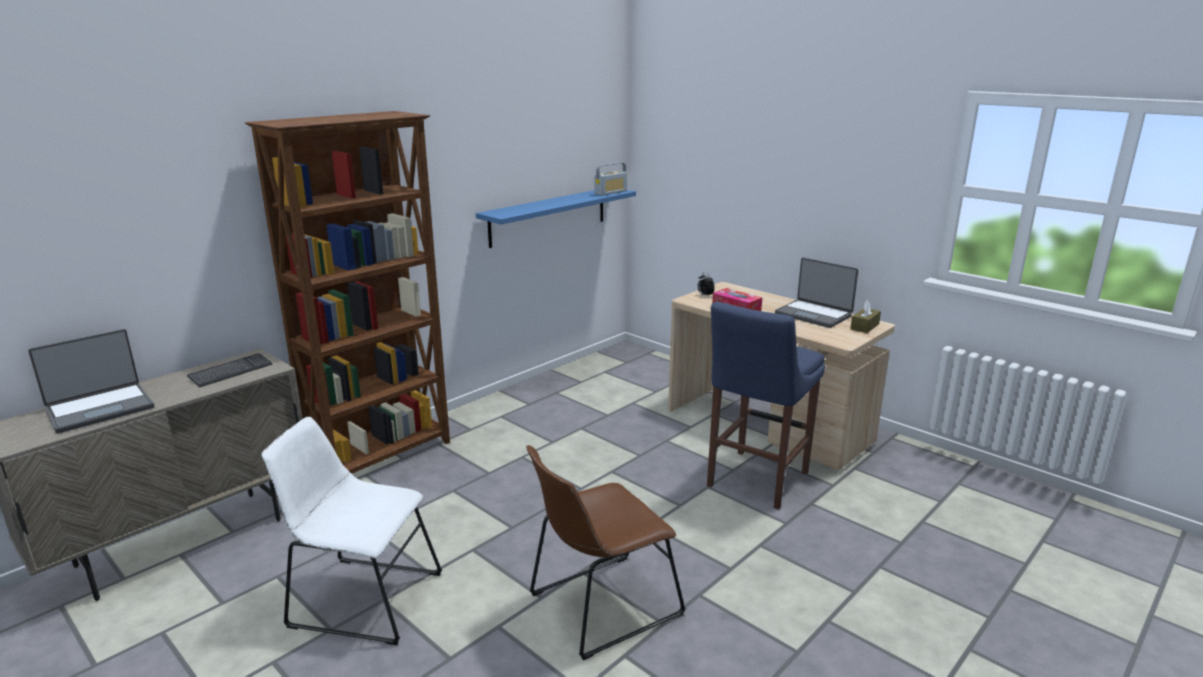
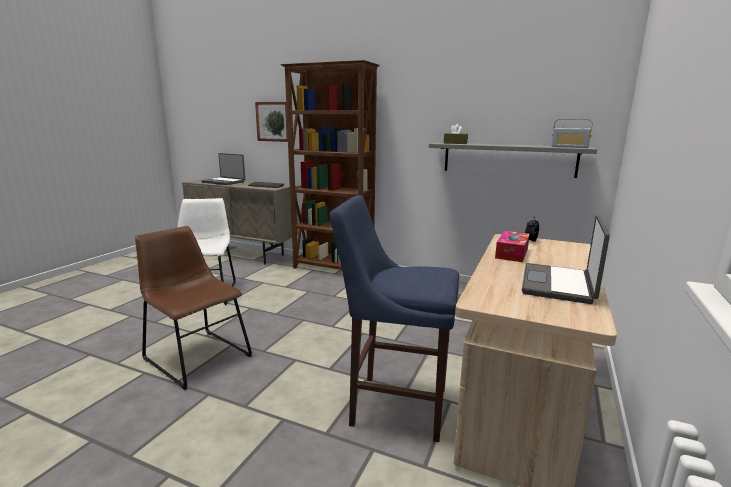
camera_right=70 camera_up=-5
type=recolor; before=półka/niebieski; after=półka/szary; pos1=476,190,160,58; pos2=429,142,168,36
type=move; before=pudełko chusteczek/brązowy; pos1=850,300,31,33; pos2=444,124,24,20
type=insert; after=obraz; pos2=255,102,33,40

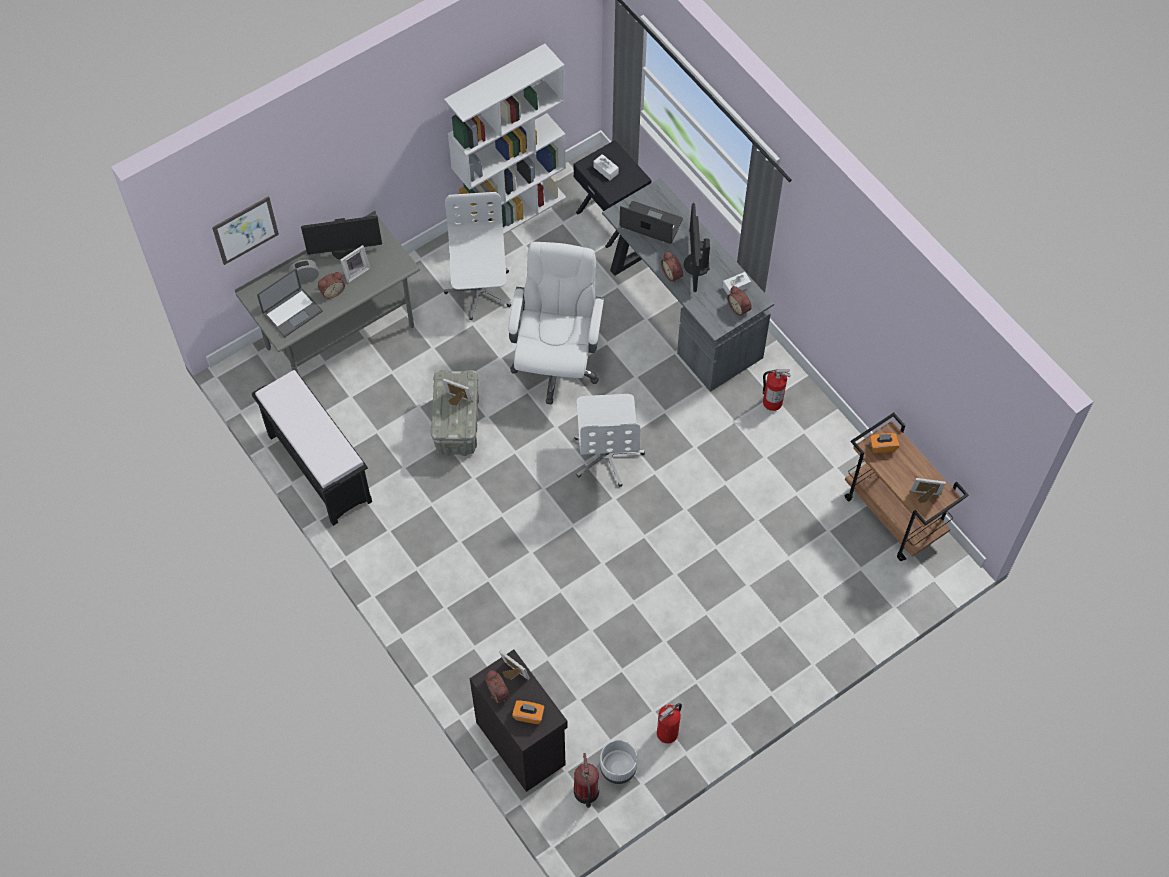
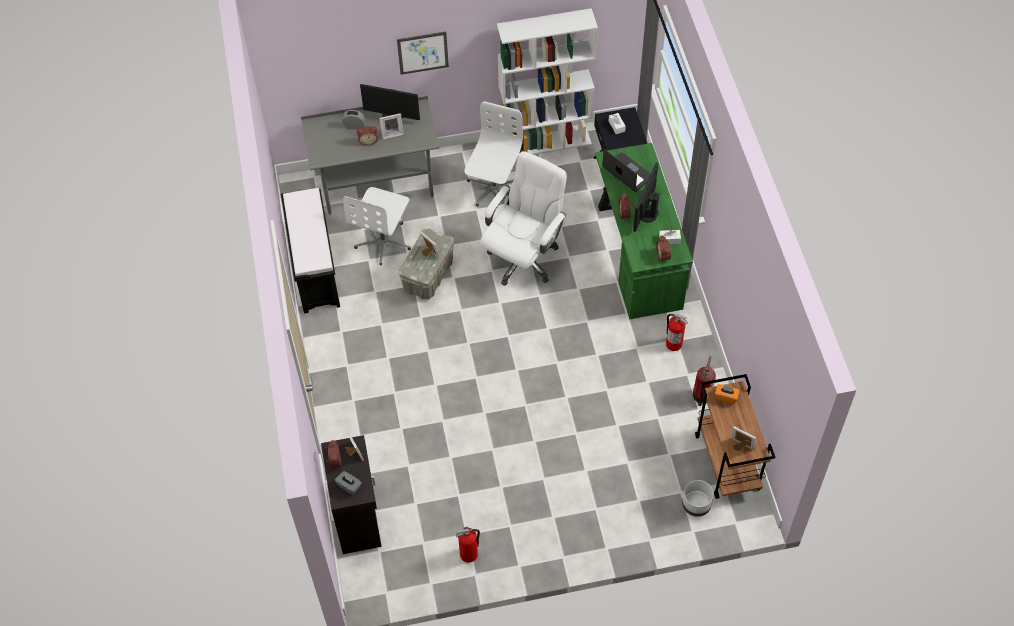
camera_right=25 camera_up=-5
type=recolor; before=biurko/szary; after=biurko/zielony; pos1=602,178,172,214; pos2=595,143,98,176
type=move; before=obraz; pos1=212,196,67,69; pos2=397,31,52,44
type=delete; before=laptop; pos1=257,268,66,70
type=move; before=krzesło biurowe/biały; pos1=574,394,71,93; pos2=343,187,68,78
type=recolor; before=pudełko chusteczek/pomarańczowy; after=pudełko chusteczek/szary; pos1=512,701,32,23; pos2=334,471,28,24
type=move; before=donica/biały; pos1=600,740,37,44; pos2=682,480,32,37
type=move; before=gaśnica; pos1=574,753,25,55; pos2=693,356,23,50

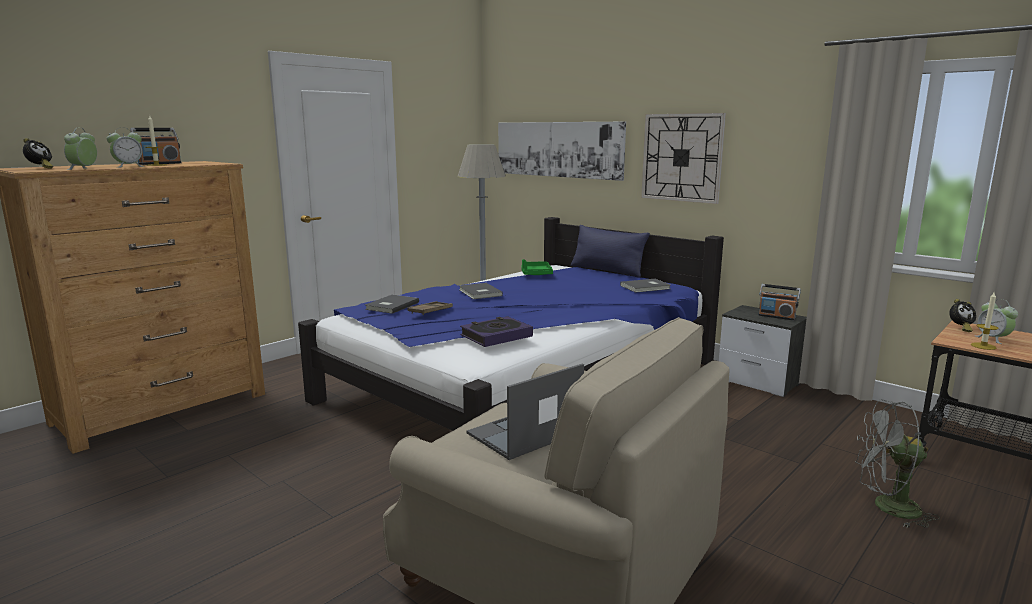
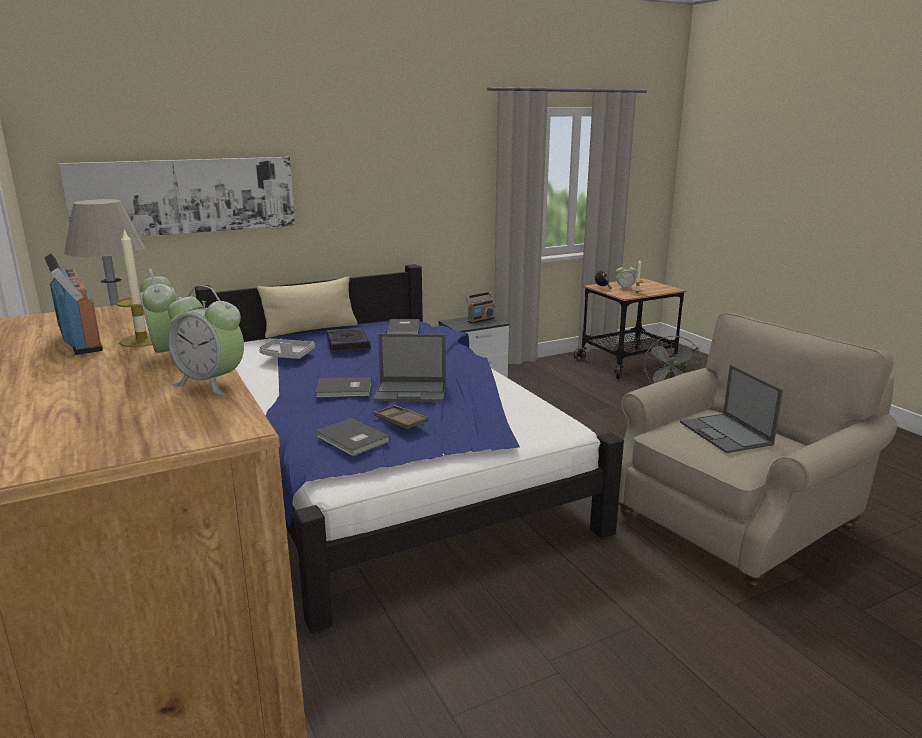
camera_right=-70 camera_up=5
type=delete; before=zegar ścienny; pos1=641,113,85,91
type=delete; before=budzik; pos1=23,138,30,31
type=recolor; before=poduszka/niebieski; after=poduszka/beżowy; pos1=571,225,79,53; pos2=257,276,101,62
type=recolor; before=taca/zielony; after=taca/szary; pos1=521,259,32,16; pos2=259,339,56,20
type=move; before=książka; pos1=460,316,73,31; pos2=327,327,44,26
type=insert; after=laptop; pos2=373,334,73,68

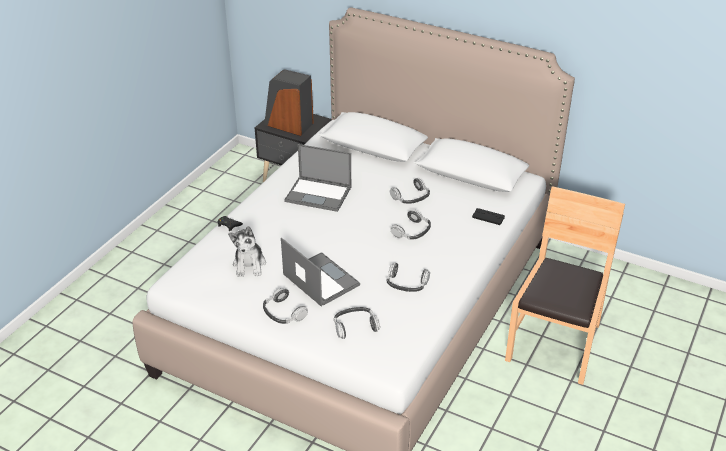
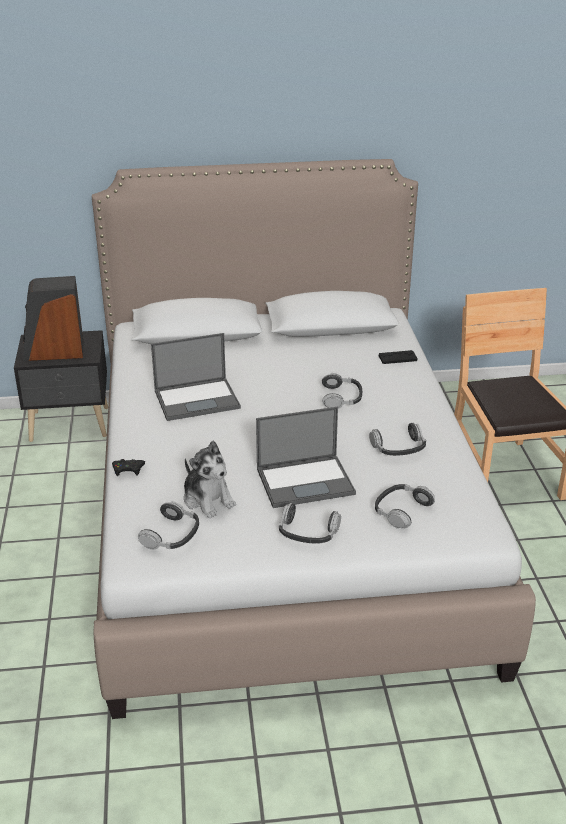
camera_right=-35 camera_up=-5
type=move; before=słuchawki; pos1=390,178,40,26; pos2=138,501,61,49
type=rotate; before=laptop; pos1=281,238,79,69; pos2=256,407,100,101; turn=150

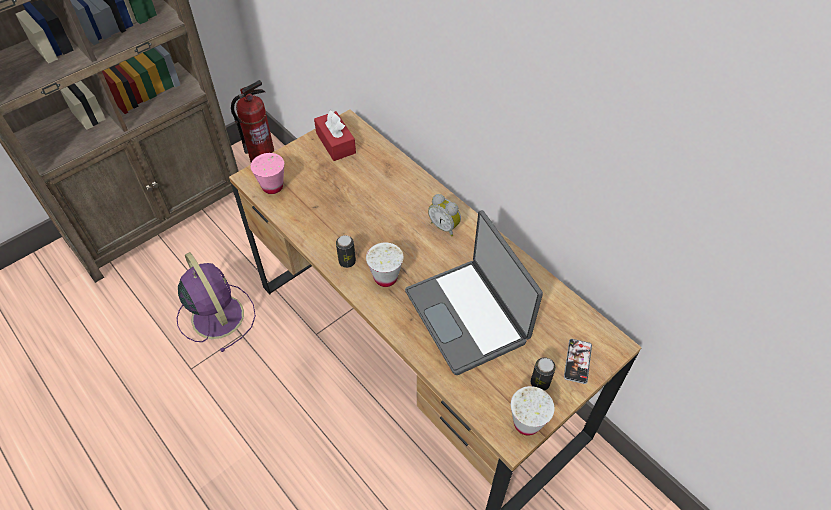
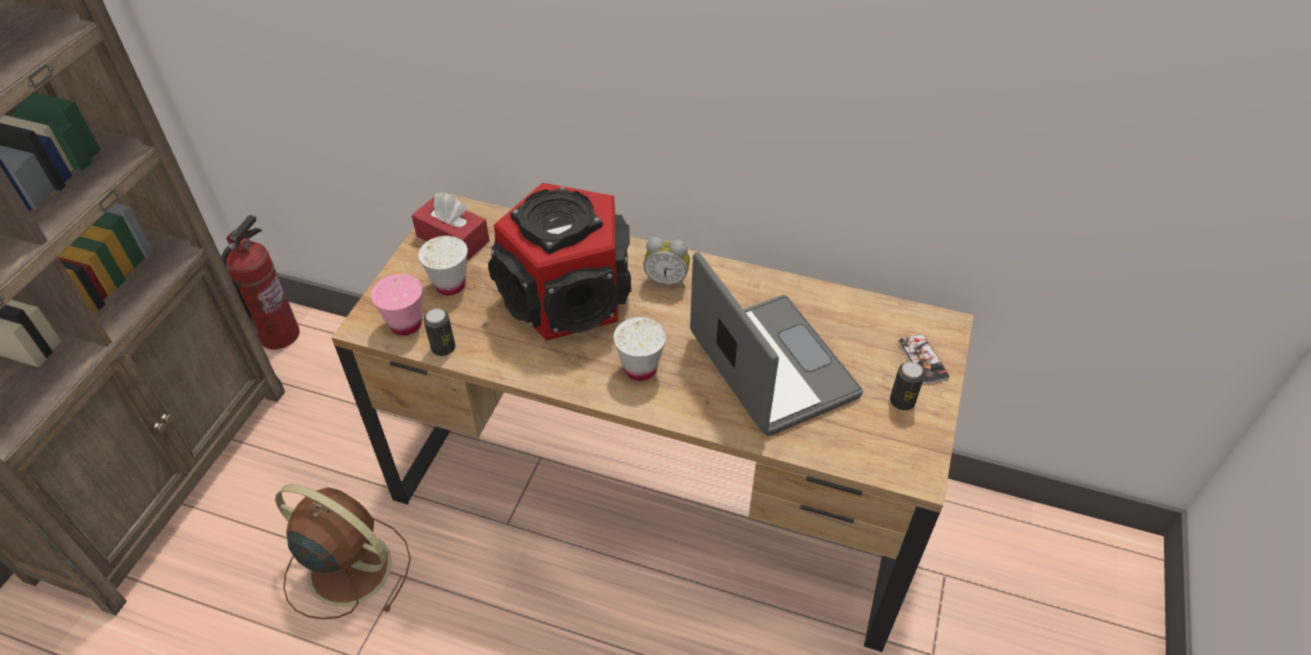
camera_right=-30 camera_up=-5
type=rotate; before=laptop; pos1=405,210,138,165; pos2=690,252,173,184; turn=-150
type=move; before=puszka; pos1=336,235,20,33; pos2=424,308,32,48
type=recolor; before=wentylator/fioletowy; after=wentylator/brązowy; pos1=177,252,79,100; pos2=275,484,136,135
type=move; before=filiżanka/biały; pos1=511,386,43,50; pos2=418,236,50,59
type=insert; after=głośnik; pos2=488,183,143,158

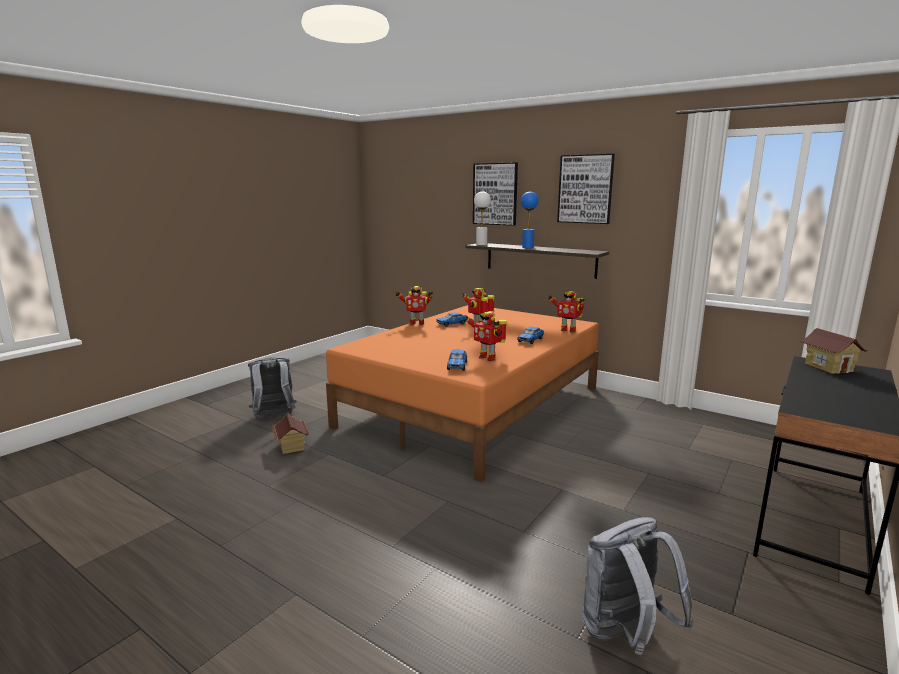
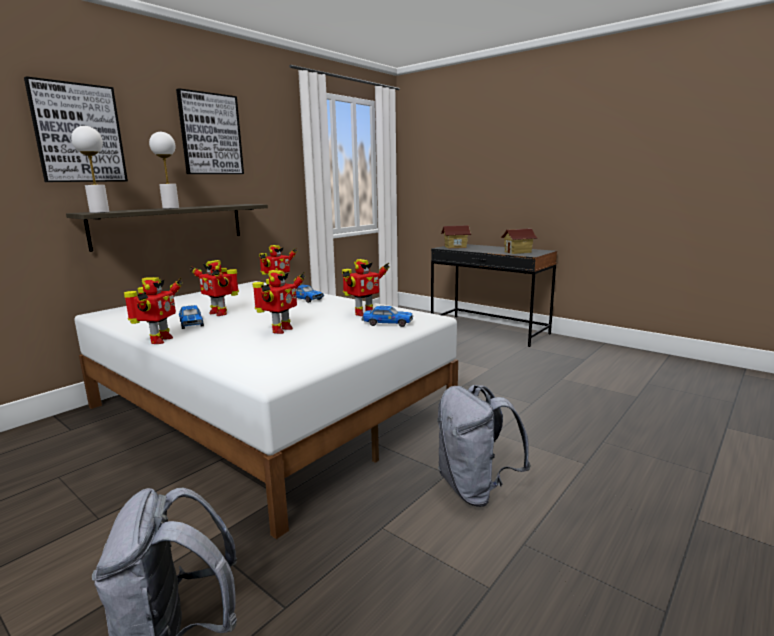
camera_right=-85 camera_up=0
type=recolor; before=lampa stołowa/niebieski; after=lampa stołowa/biały; pos1=521,192,18,56; pos2=149,132,30,77
type=recolor; before=łóżko/pomarańczowy; after=łóżko/biały; pos1=326,305,273,177; pos2=74,281,384,258
type=move; before=domek; pos1=272,414,37,40; pos2=500,228,38,26
type=move; before=plecak/szary; pos1=582,517,112,138; pos2=437,385,94,122
type=insert; after=robot zabawkowy; pos2=253,270,53,64

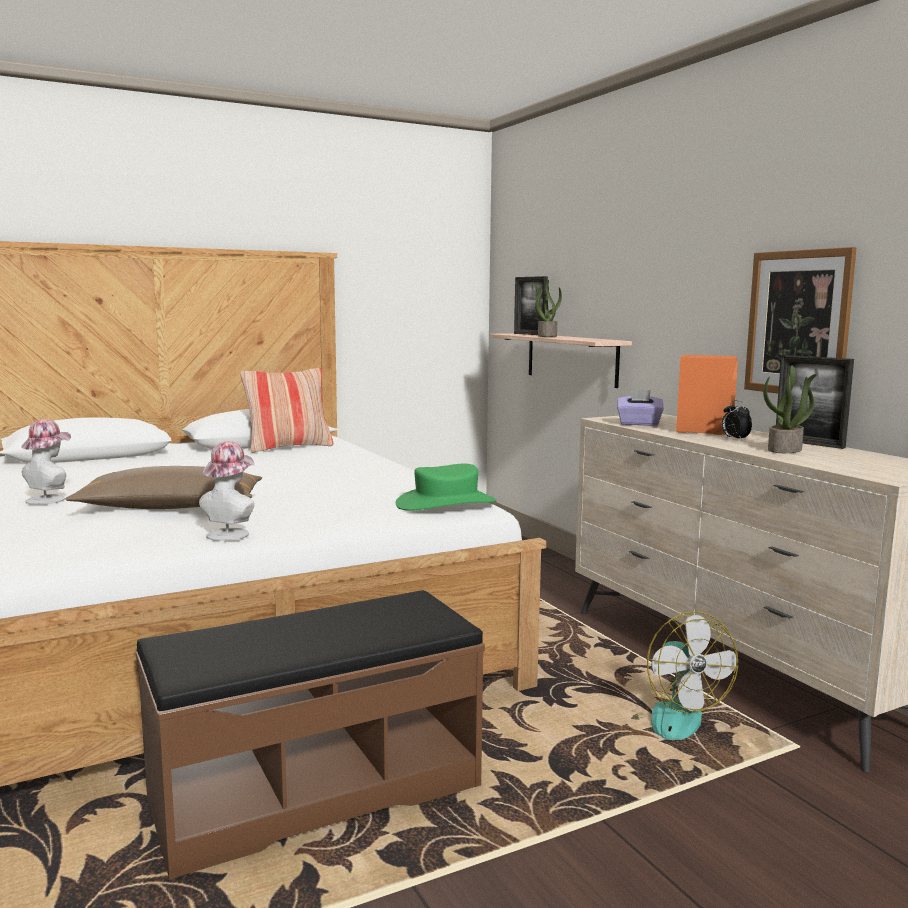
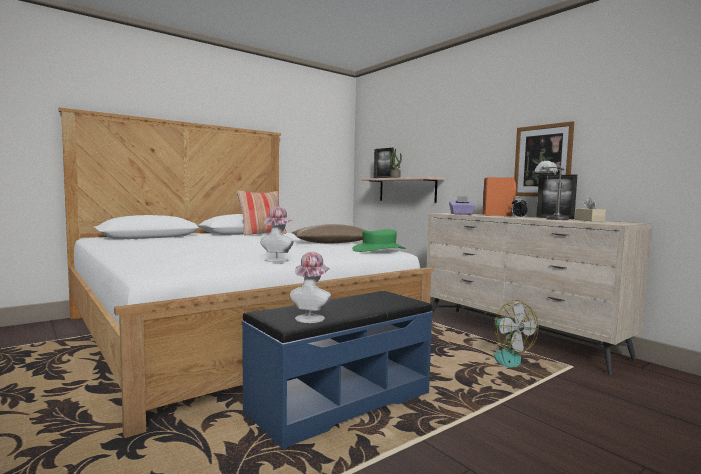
camera_right=-10 camera_up=-5
type=replace; before=roślina doniczkowa; after=lampa stołowa/szary; pos1=763,366,54,87; pos2=534,161,35,59
type=move; before=kapelusz; pos1=21,419,50,86; pos2=290,252,41,71
type=move; before=poduszka/brązowy; pos1=65,466,197,43; pos2=292,224,75,19
type=recolor; before=ławka/brązowy; after=ławka/niebieski; pos1=136,590,349,290; pos2=242,291,191,158
type=insert; after=pudełko chusteczek/beżowy; pos2=575,198,31,24

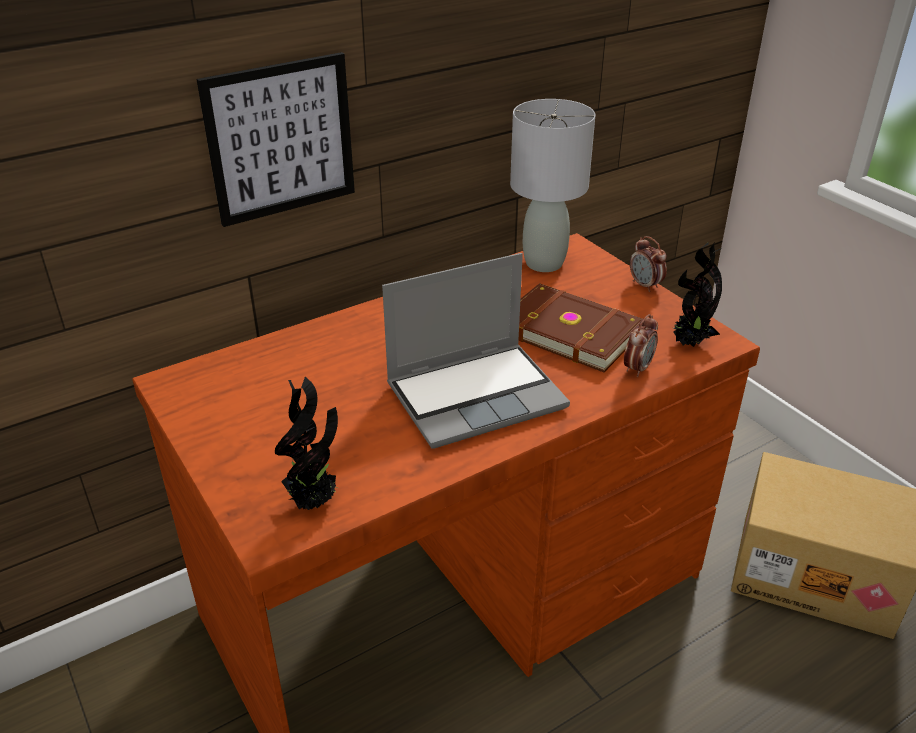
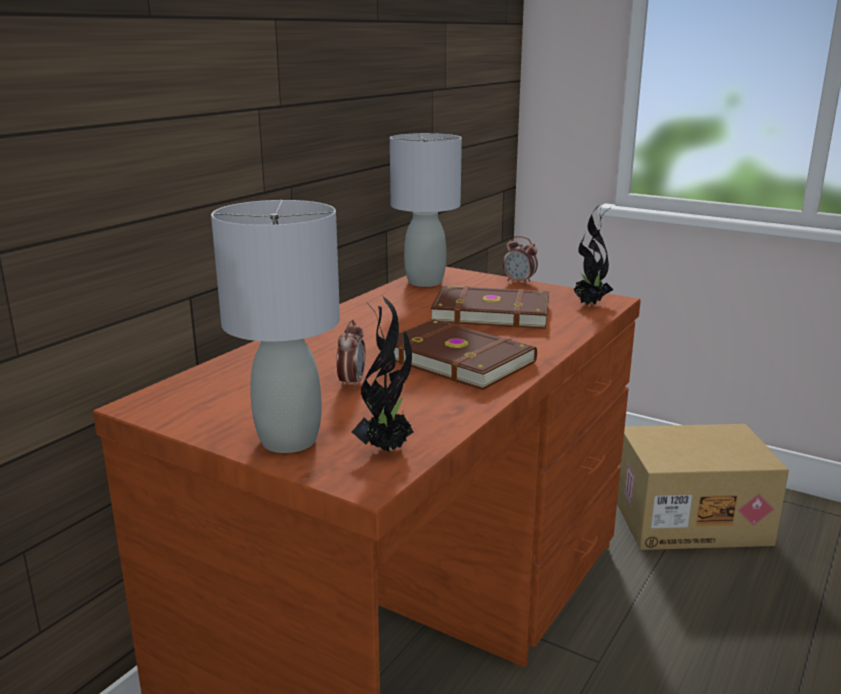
camera_right=-25 camera_up=-15
type=delete; before=obraz; pos1=197,52,158,175
type=replace; before=laptop; after=książka/brązowy; pos1=382,253,188,196; pos2=385,319,152,71
type=move; before=budzik; pos1=624,314,34,63; pos2=336,319,30,70
type=insert; after=lampa stołowa/szary; pos2=211,200,129,253

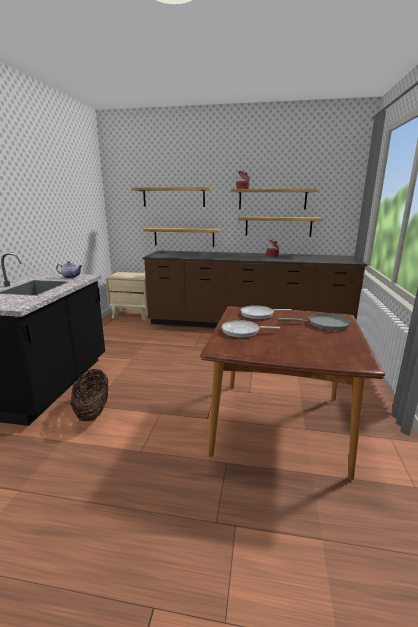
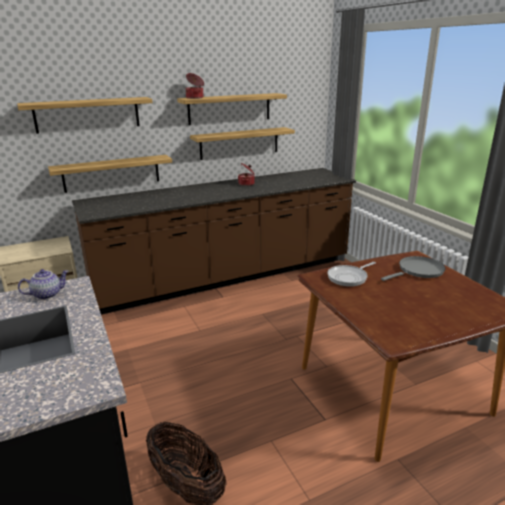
camera_right=-35 camera_up=5
type=delete; before=patelnia; pos1=222,320,58,18

